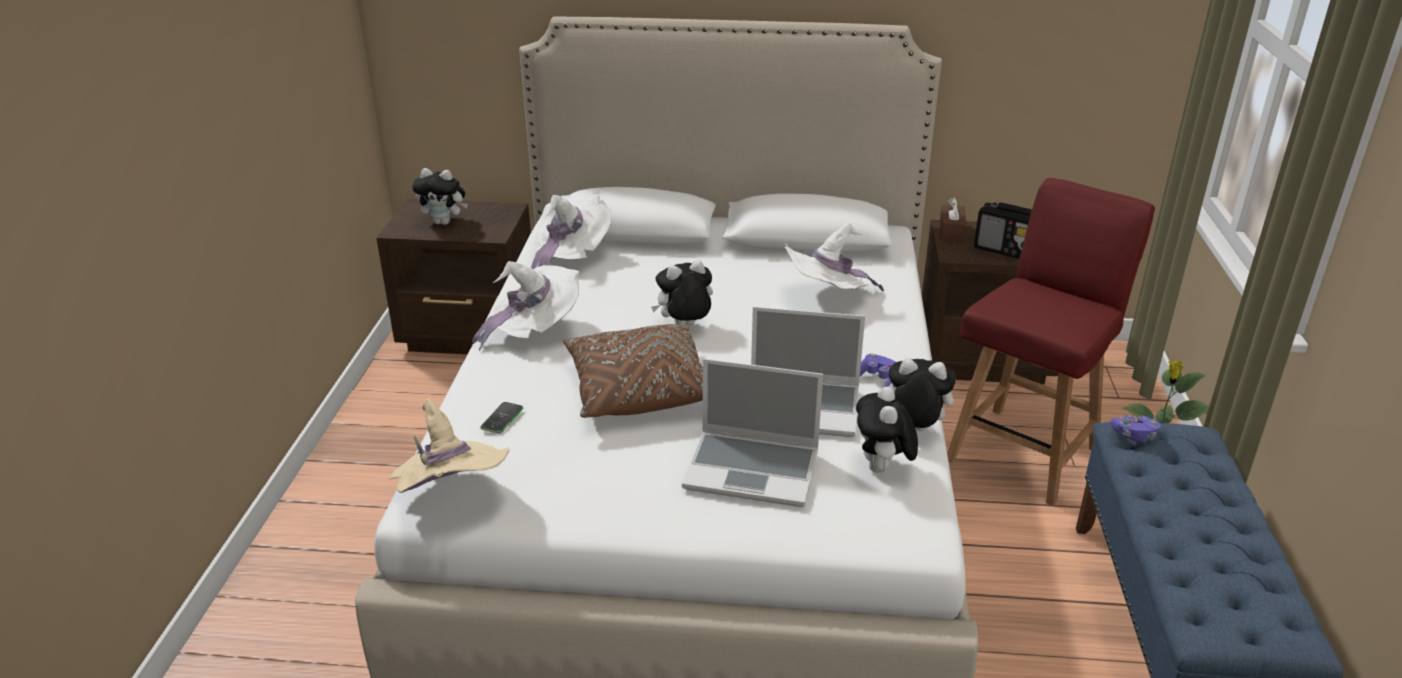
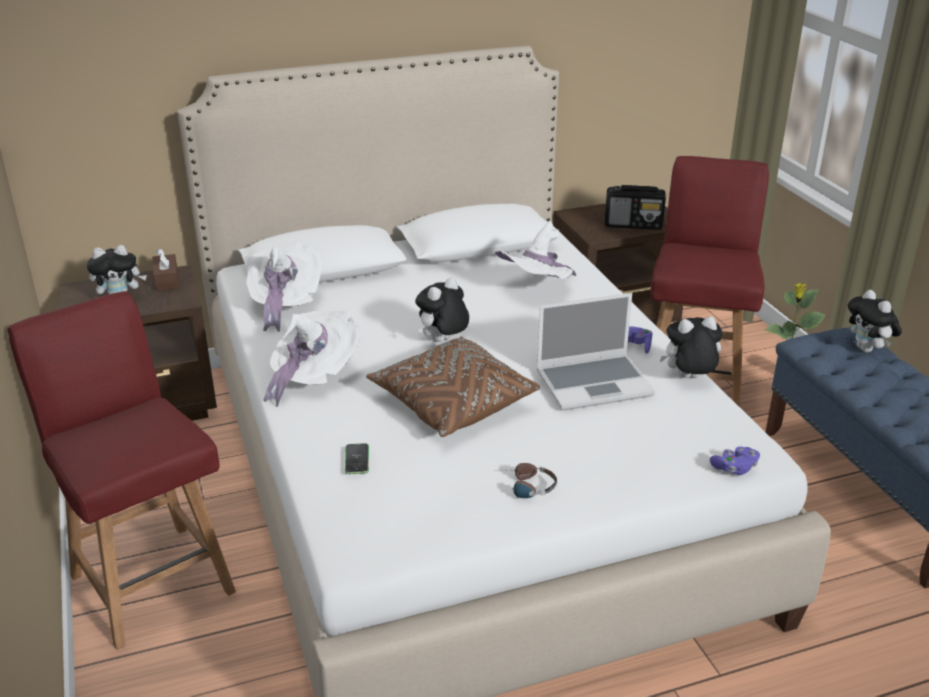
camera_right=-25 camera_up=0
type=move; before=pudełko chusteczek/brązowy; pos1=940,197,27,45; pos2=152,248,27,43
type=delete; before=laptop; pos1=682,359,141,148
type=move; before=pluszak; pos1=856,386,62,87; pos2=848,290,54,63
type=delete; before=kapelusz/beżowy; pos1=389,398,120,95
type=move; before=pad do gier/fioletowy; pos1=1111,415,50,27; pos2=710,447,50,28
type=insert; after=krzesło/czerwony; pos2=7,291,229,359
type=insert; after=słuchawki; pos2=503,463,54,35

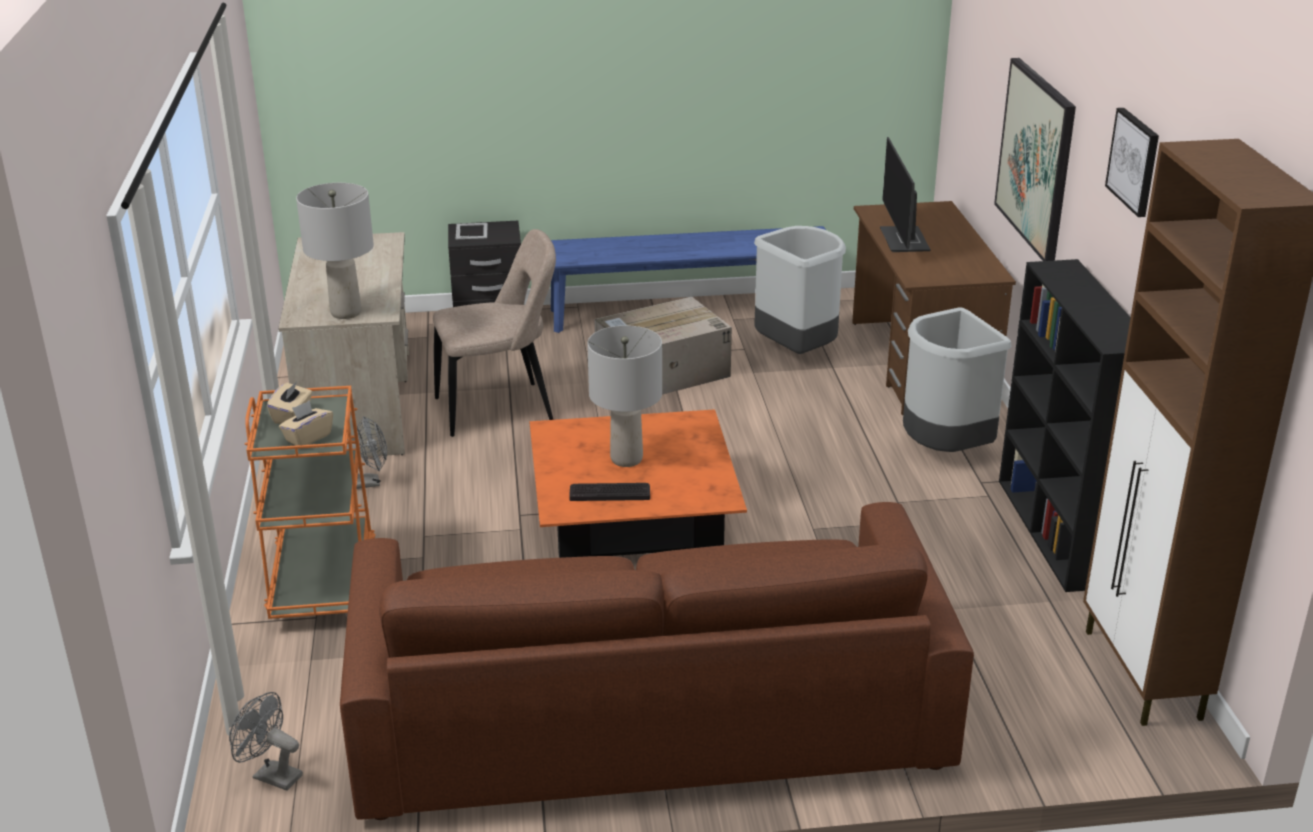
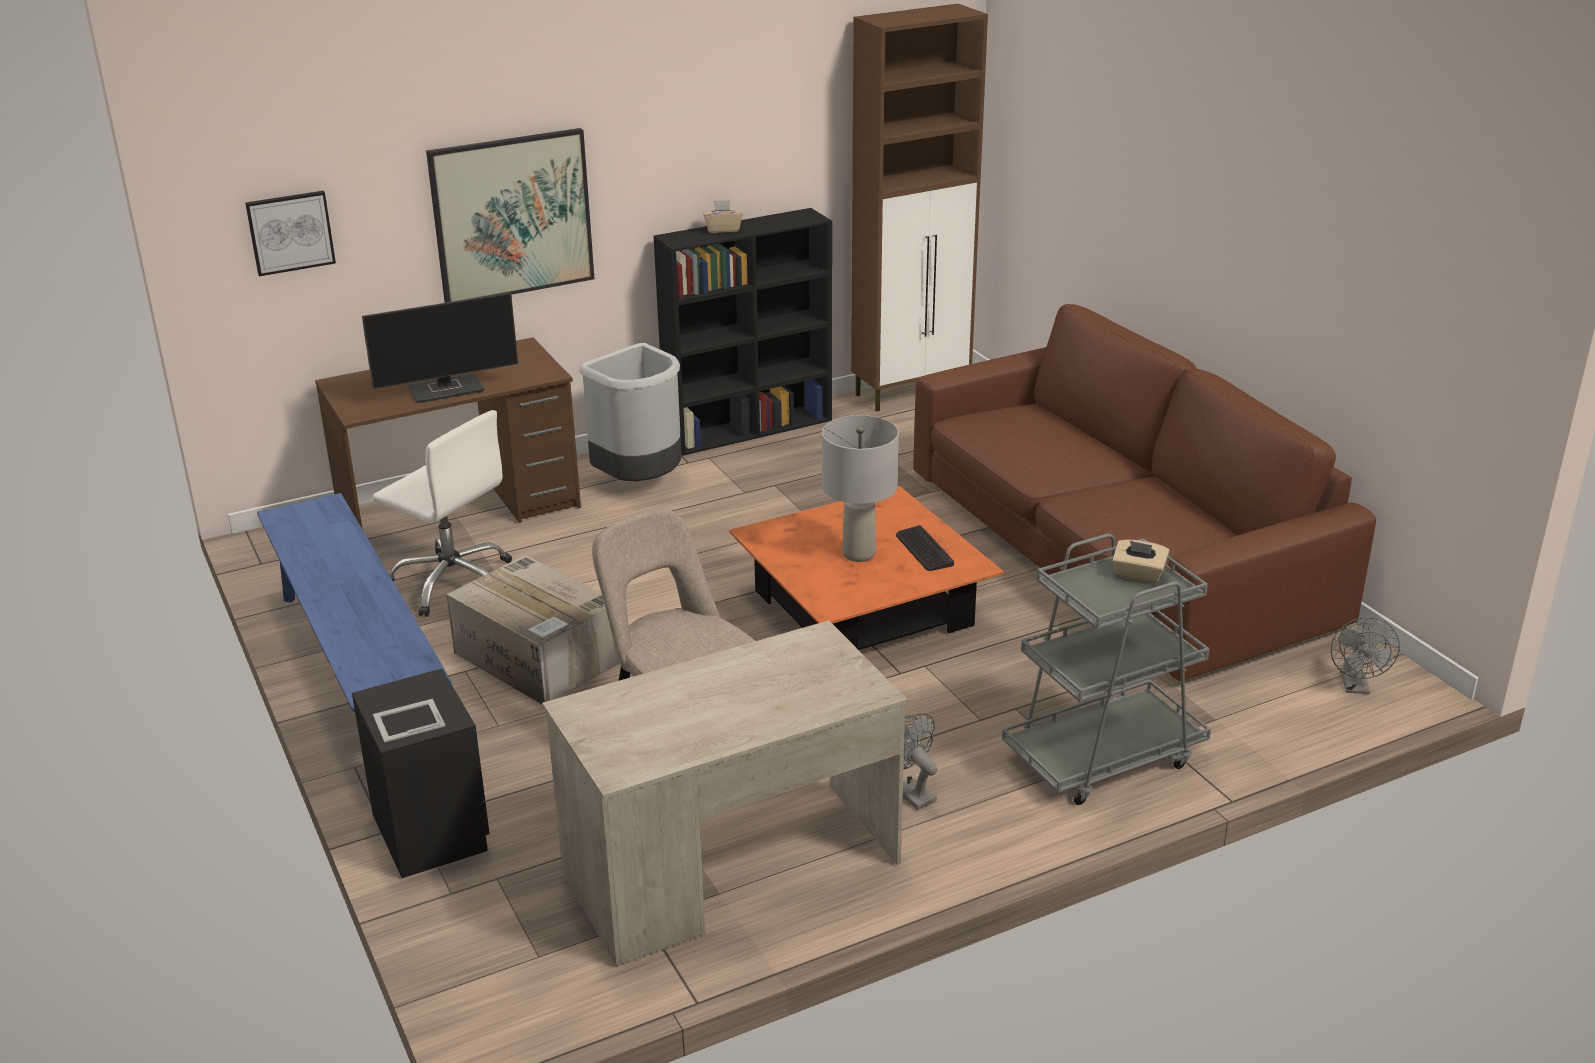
camera_right=-110 camera_up=0
type=move; before=obraz; pos1=1105,108,54,109; pos2=245,191,91,85
type=delete; before=lampa stołowa/szary; pos1=296,183,78,136
type=replace; before=kosz na śmieci/szary; after=krzesło biurowe/biały; pos1=754,226,92,128; pos2=373,410,139,207
type=move; before=pudełko chusteczek/beżowy; pos1=267,381,45,43; pos2=703,200,39,33
type=recolor; before=wózek/pomarańczowy; after=wózek/szary; pos1=244,386,132,233; pos2=1002,534,209,271

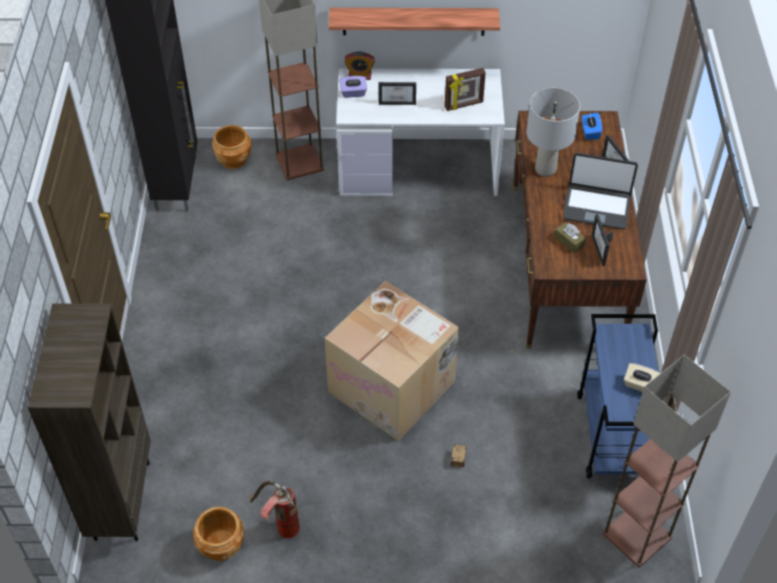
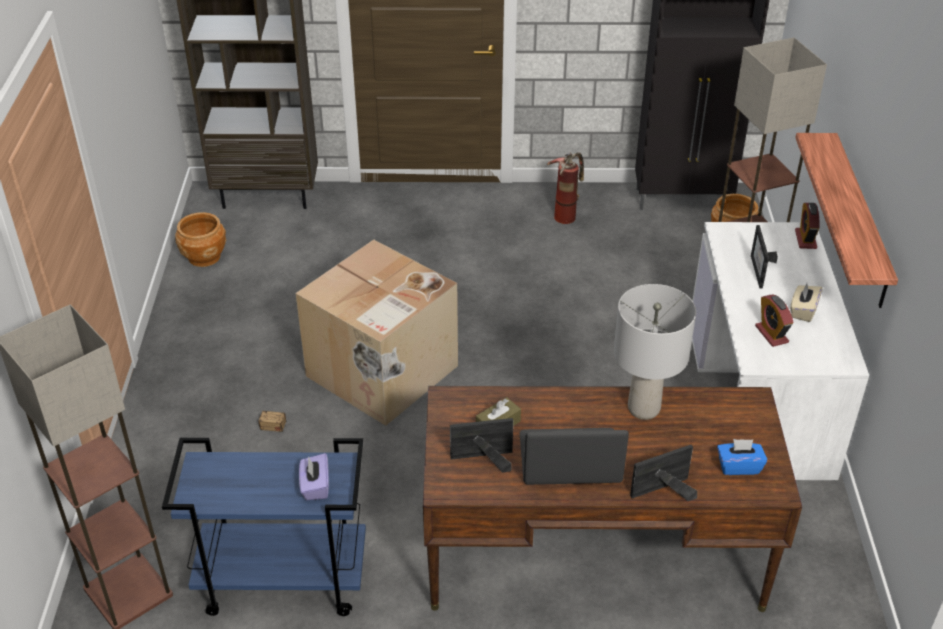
camera_right=90 camera_up=-10
type=replace; before=ramka na zdjęcie; after=budzik; pos1=445,68,41,43; pos2=755,295,39,52
type=move; before=pudełko chusteczek/fioletowy; pos1=339,76,28,22; pos2=299,453,30,47
type=rotate; before=laptop; pos1=563,153,75,76; pos2=520,428,109,57; turn=75
type=move; before=pudełko chusteczek/beżowy; pos1=624,363,36,29; pos2=790,283,32,39
type=move; before=gaśnica; pos1=249,480,51,59; pos2=547,152,37,72

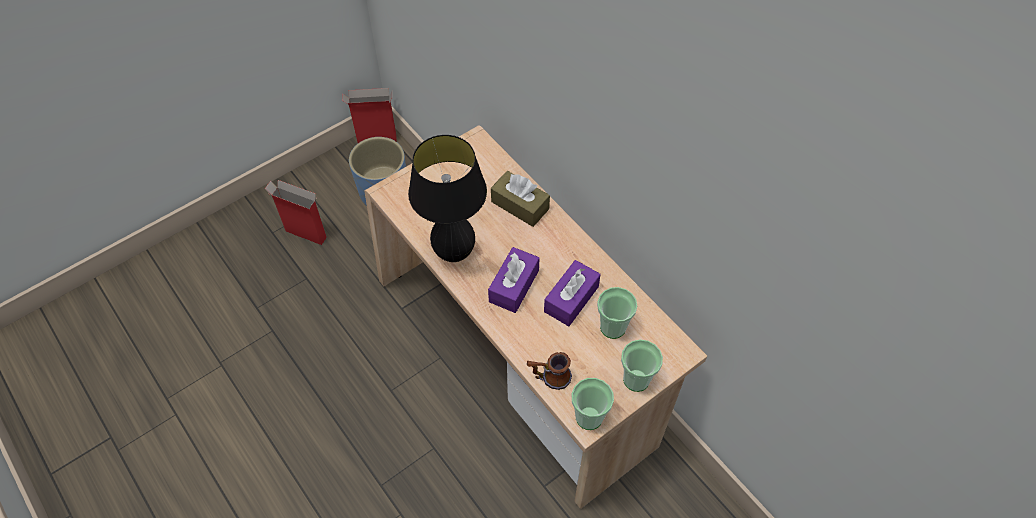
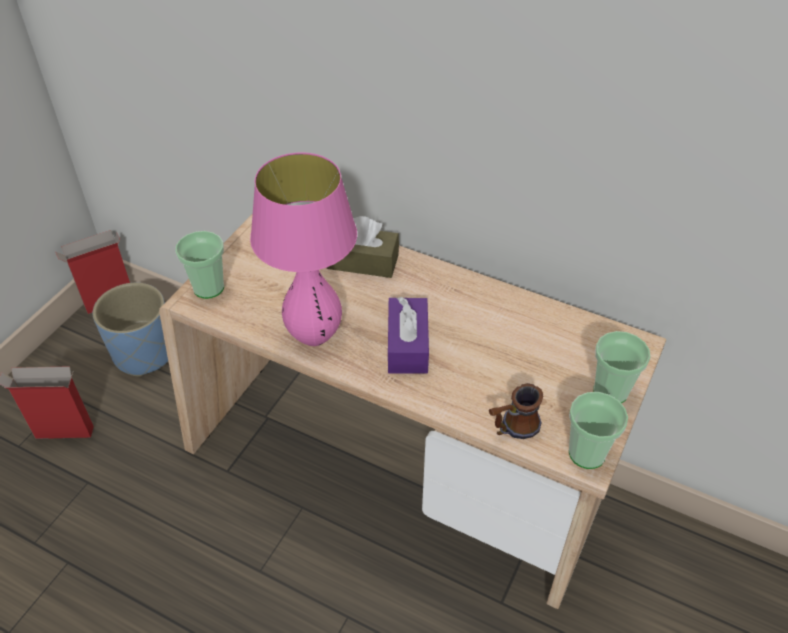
camera_right=-25 camera_up=-10
type=recolor; before=lampa stołowa/czarny; after=lampa stołowa/różowy; pos1=408,135,79,127; pos2=250,152,107,194
type=delete; before=pudełko chusteczek/fioletowy; pos1=544,260,57,66
type=move; before=filiżanka; pos1=597,287,40,52; pos2=175,231,49,68

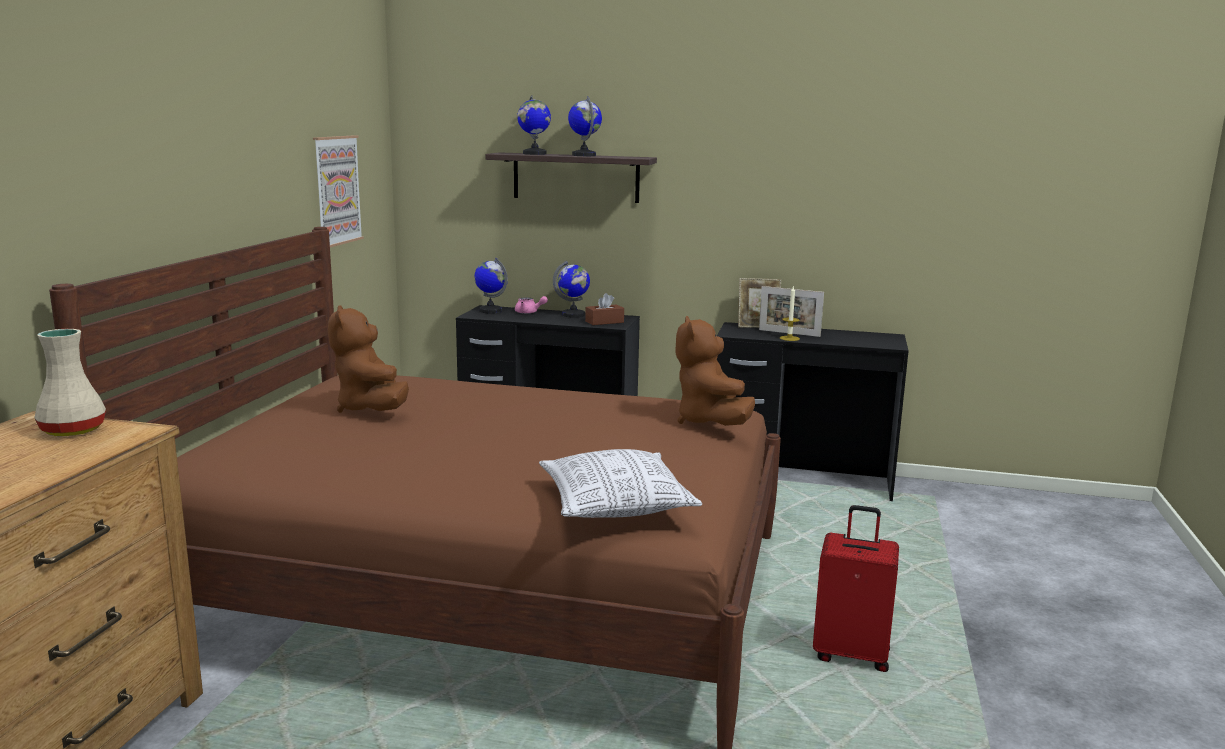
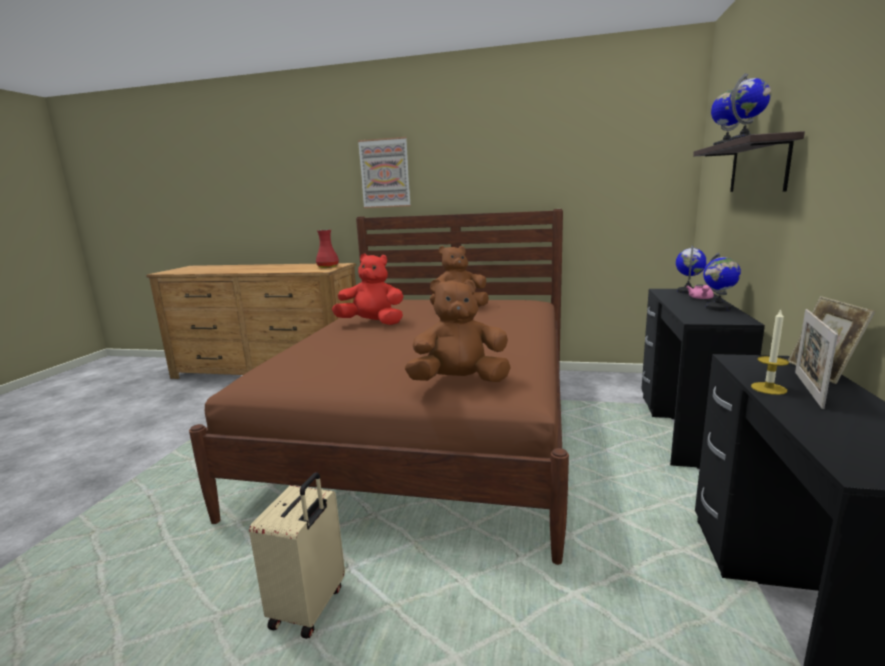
camera_right=90 camera_up=0
type=move; before=obraz; pos1=313,135,51,113; pos2=358,137,53,71
type=delete; before=pudełko chusteczek/brązowy; pos1=585,293,39,32
type=recolor; before=wazon/beżowy; after=wazon/czerwony; pos1=34,329,72,107; pos2=316,229,23,39
type=delete; before=poduszka; pos1=539,449,163,69
type=recolor; before=walizka/czerwony; after=walizka/beżowy; pos1=813,505,86,167; pos2=249,472,96,167
type=insert; after=pluszak/czerwony; pos2=332,253,72,72

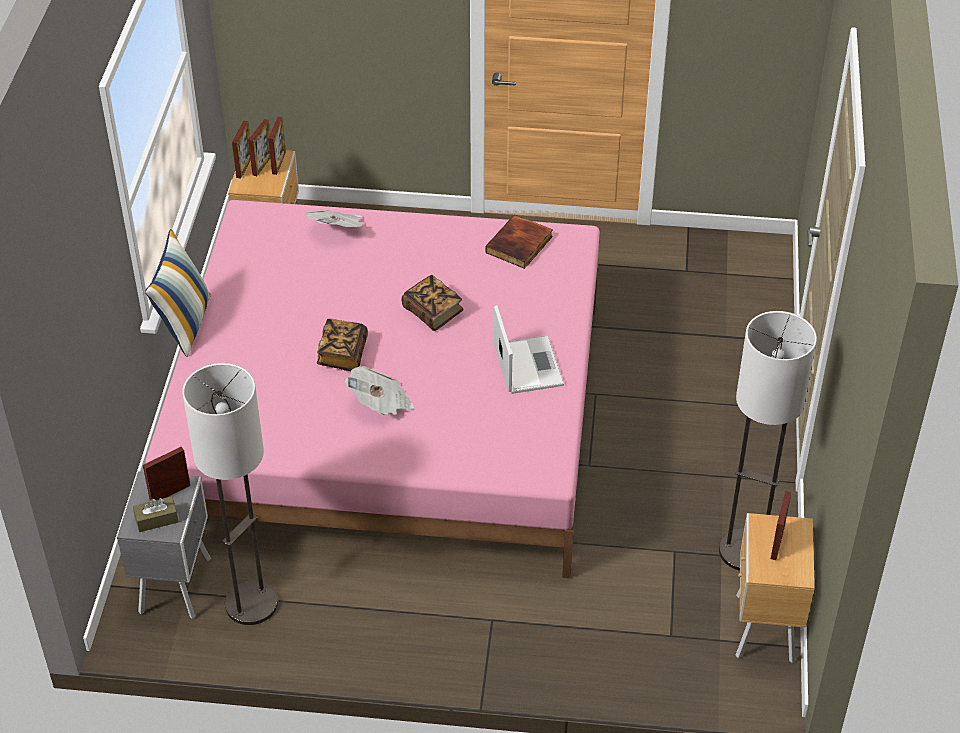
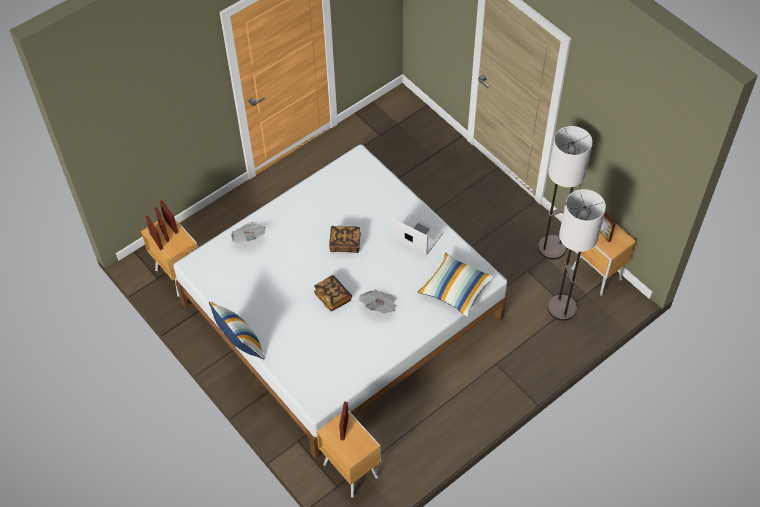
camera_right=-45 camera_up=10
type=recolor; before=łóżko/różowy; after=łóżko/biały; pos1=146,200,454,378; pos2=173,144,334,315
type=delete; before=książka; pos1=486,214,67,55
type=move; before=lampa stojąca; pos1=182,363,96,262; pos2=548,189,58,132
type=recolor; before=szafka nocna/szary; after=szafka nocna/brązowy; pos1=117,471,94,148; pos2=317,410,64,87
type=delete; before=pudełko chusteczek/brązowy; pos1=133,496,46,36
type=insert; after=poduszka; pos2=417,253,77,65

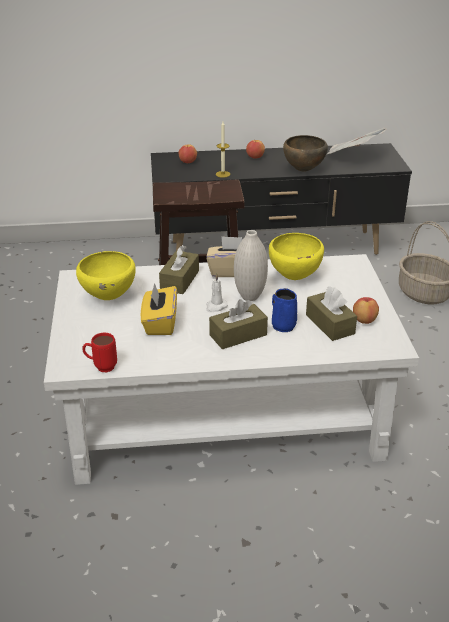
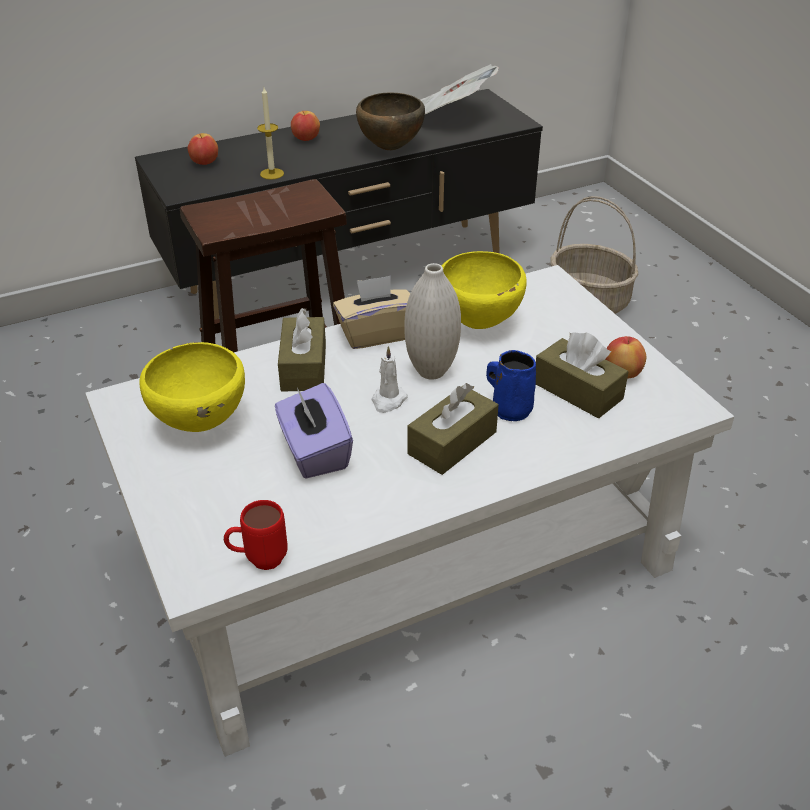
camera_right=-20 camera_up=5
type=recolor; before=pudełko chusteczek/żółty; after=pudełko chusteczek/fioletowy; pos1=141,283,36,52; pos2=275,383,78,96

